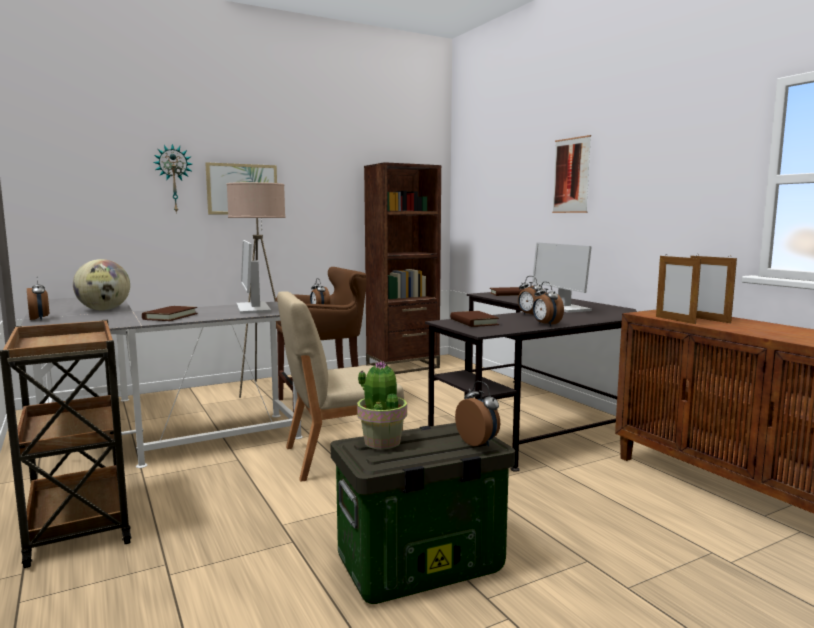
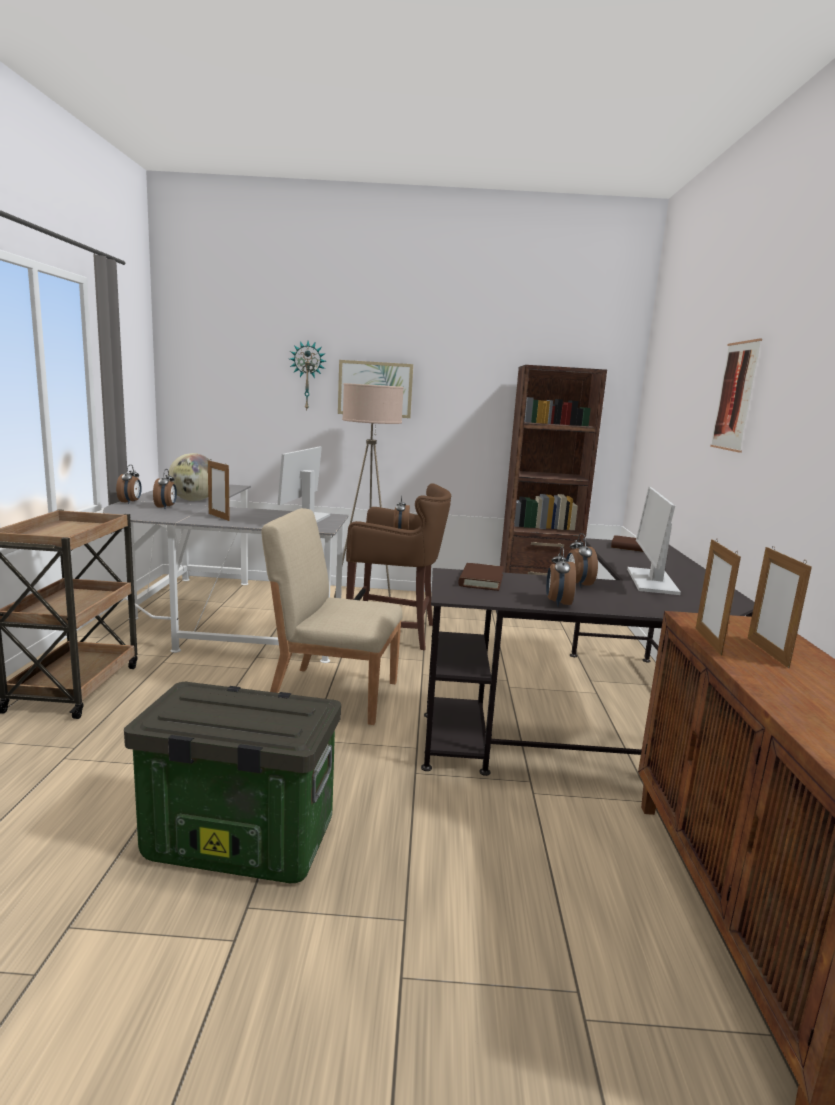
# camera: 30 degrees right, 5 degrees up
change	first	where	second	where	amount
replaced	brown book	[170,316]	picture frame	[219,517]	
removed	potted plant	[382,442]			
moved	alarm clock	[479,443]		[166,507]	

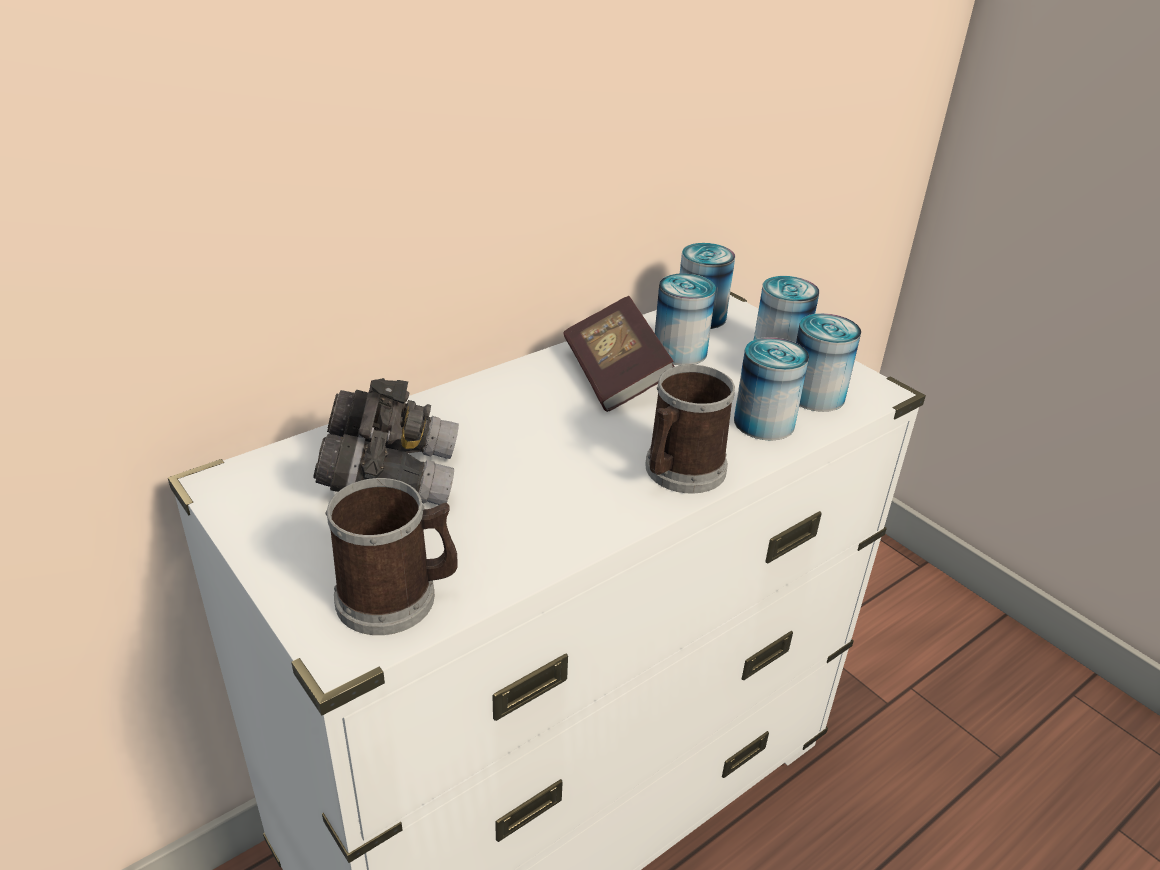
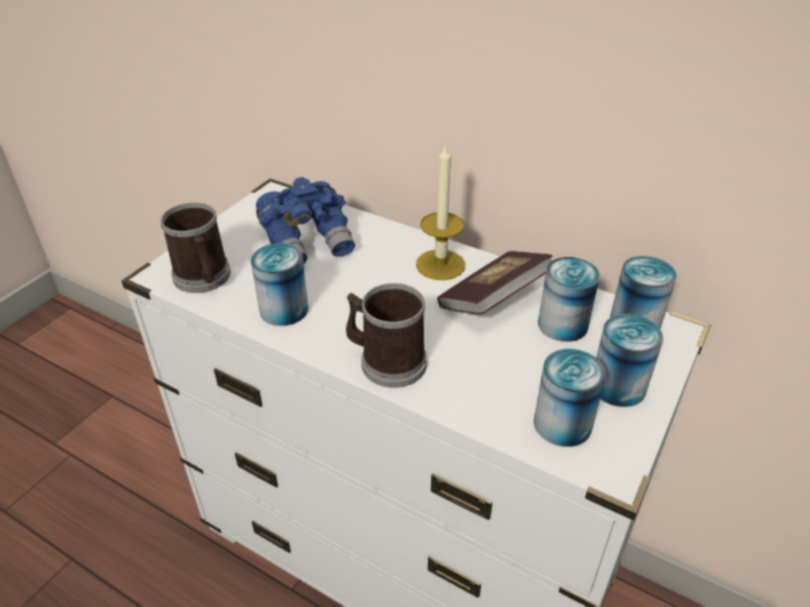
# camera: 70 degrees right, 5 degrees up
change	first	where	second	where	amount
recoloured	grey binoculars	[390,476]	blue binoculars	[309,242]	
moved	can	[764,422]		[284,309]	
added			candle	[440,264]	

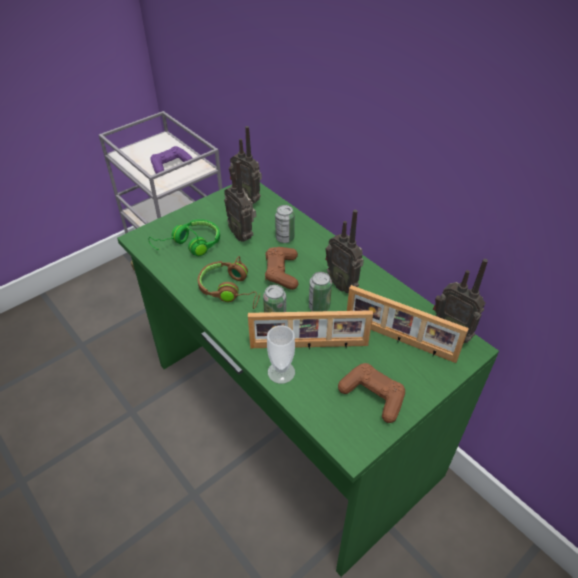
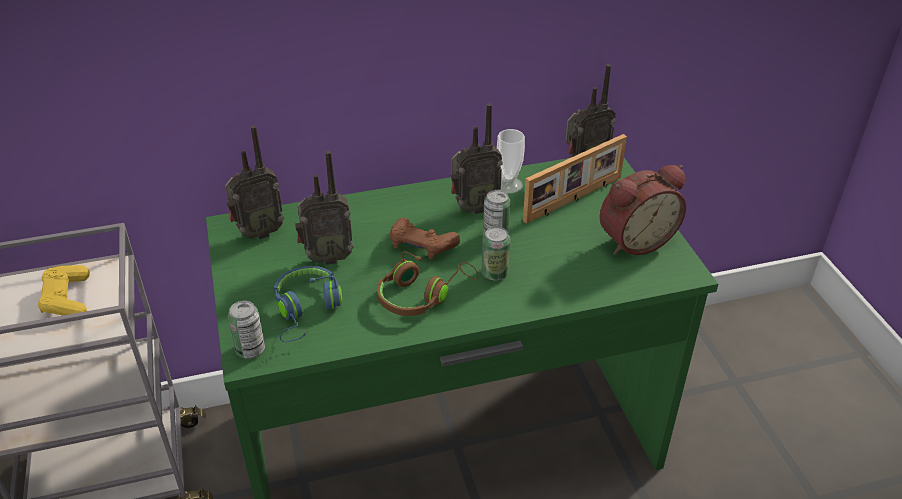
# camera: 65 degrees left, 5 degrees down
change	first	where	second	where	amount
recoloured	green headphones	[189,245]	blue headphones	[307,310]	
recoloured	purple game controller	[170,166]	yellow game controller	[67,299]	
removed	picture frame	[309,346]			
moved	cup	[281,372]		[508,185]	
moved	can	[285,238]		[250,349]	
replaced	brown game controller	[373,396]	alarm clock	[634,240]	

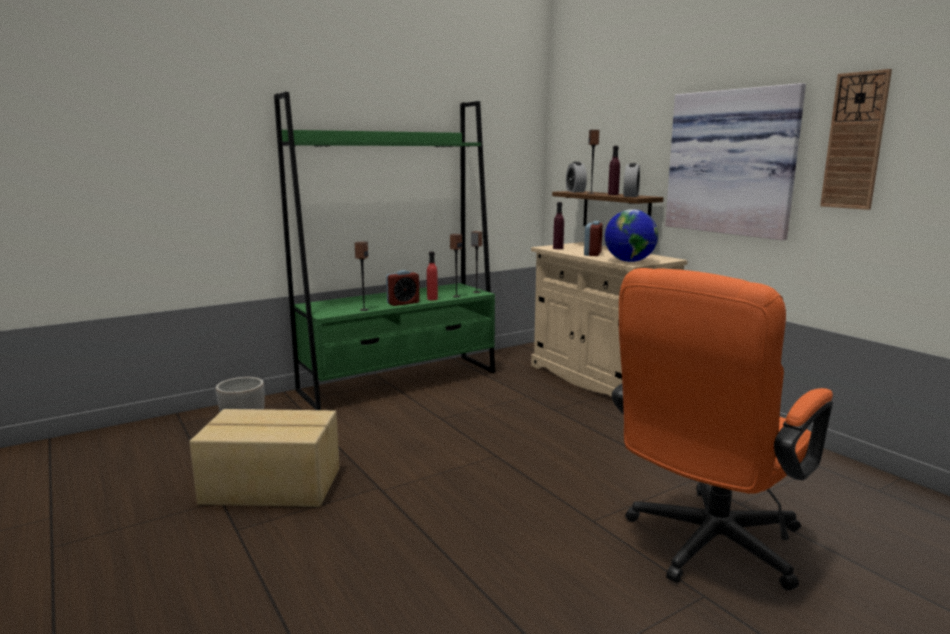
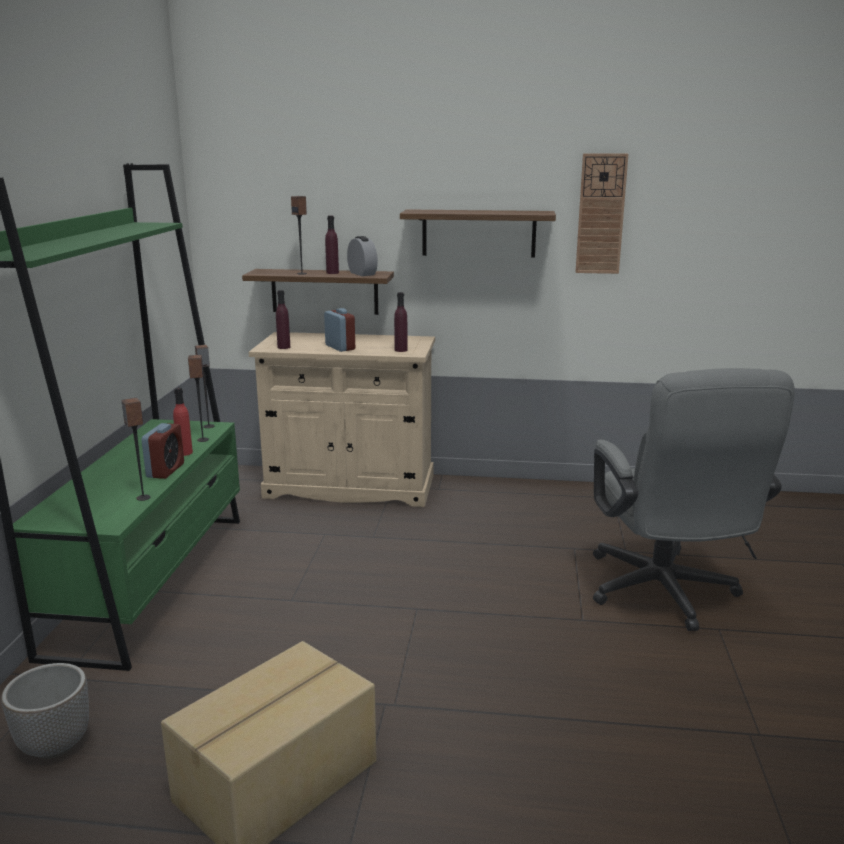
# camera: 50 degrees left, 5 degrees up
change	first	where	second	where	amount
removed	alarm clock	[575,191]			
replaced	globe	[629,261]	purple bottle	[401,350]	
recoloured	orange office chair	[706,547]	grey office chair	[665,595]	
replaced	picture	[733,162]	shelf	[478,233]	

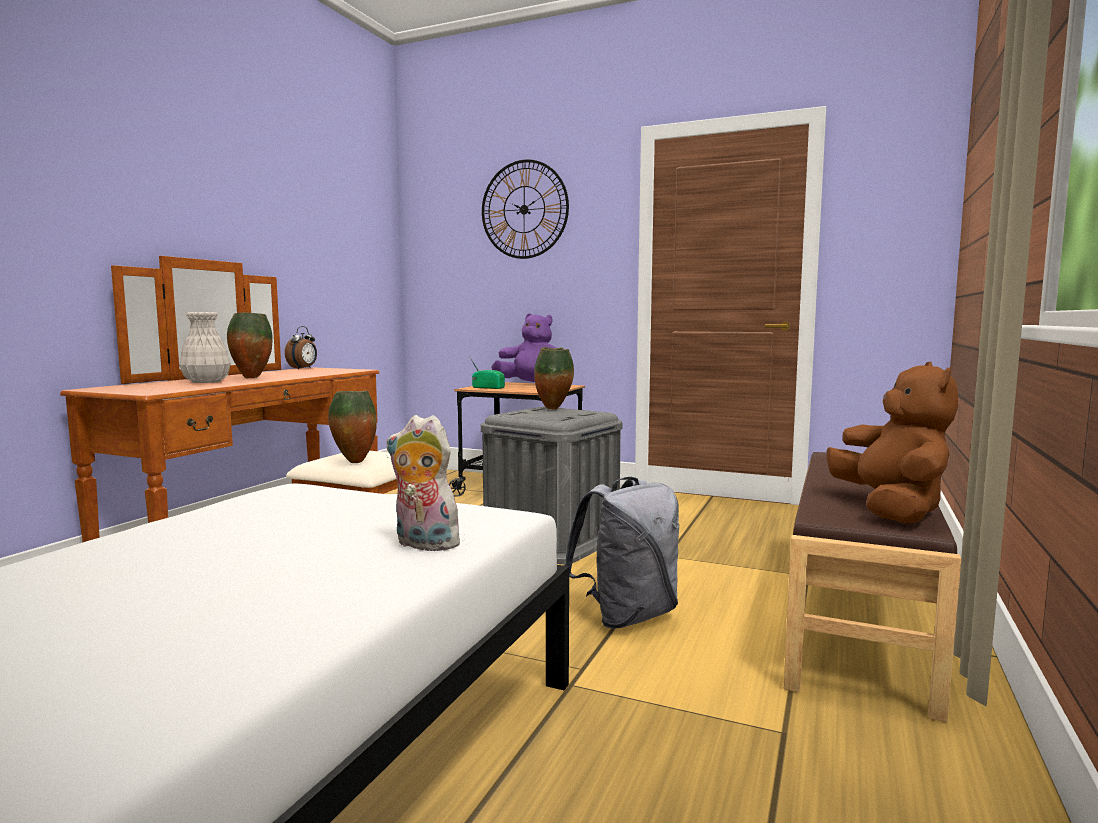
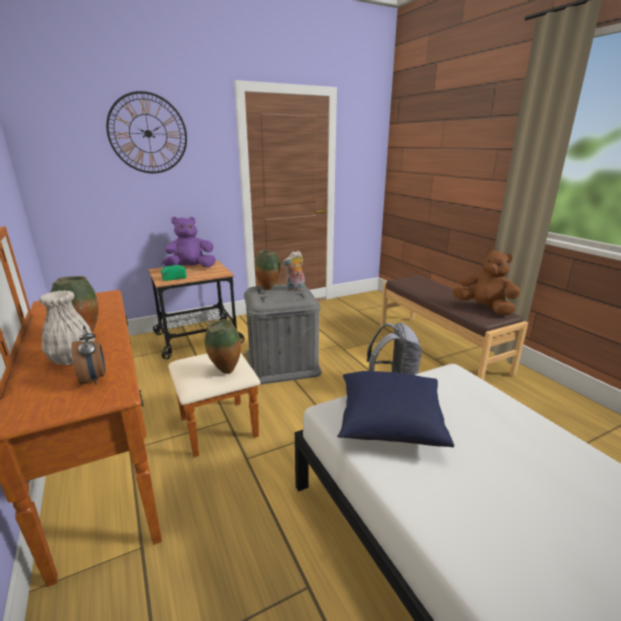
# camera: 50 degrees left, 15 degrees up
change	first	where	second	where	amount
moved	alarm clock	[303,368]		[94,379]	
moved	plush toy	[423,544]		[295,289]	
added			blue pillow	[389,423]	

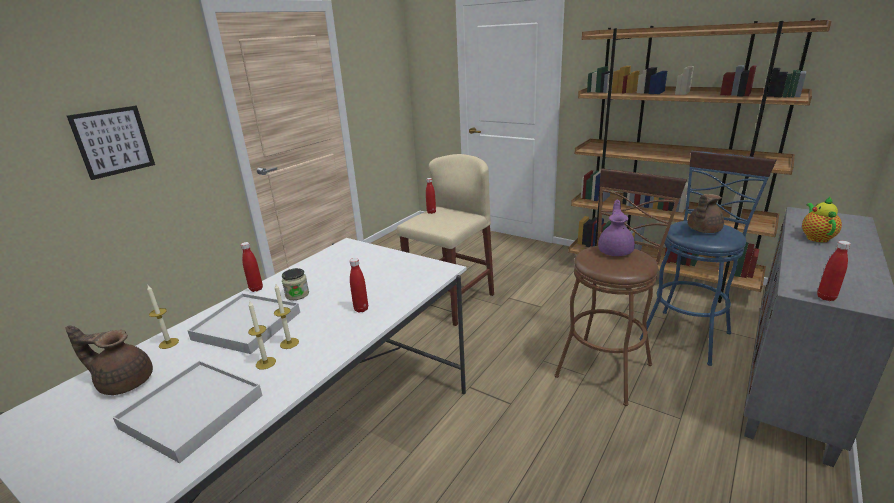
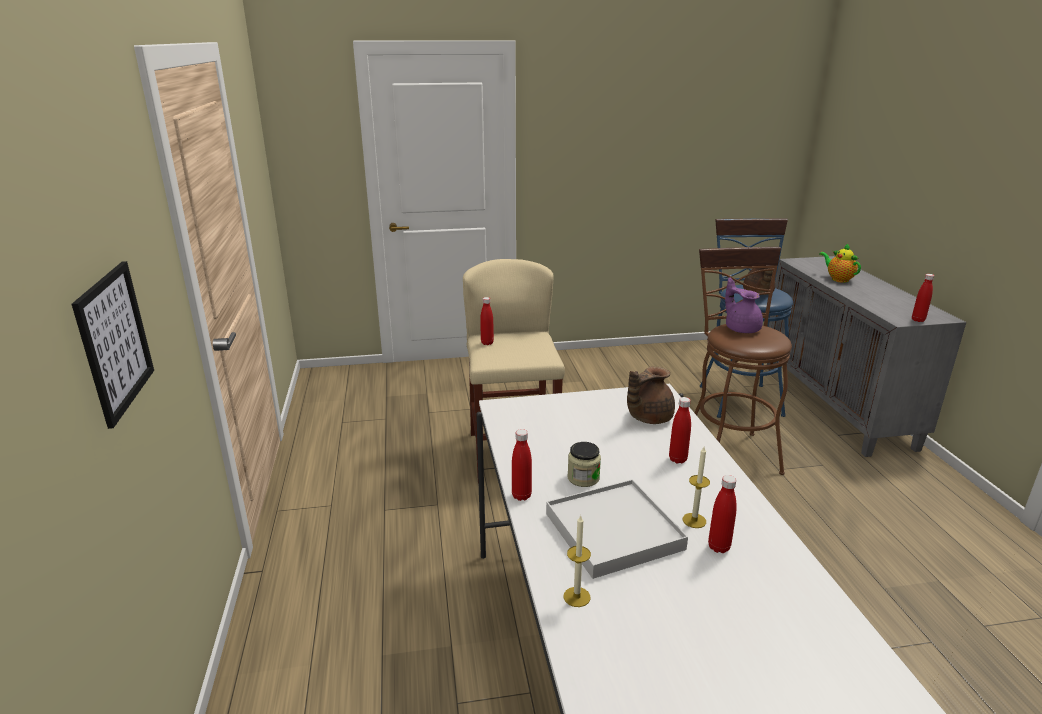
# camera: 45 degrees left, 0 degrees up
change	first	where	second	where	amount
moved	brown teapot	[124,382]		[648,417]	
removed	white tray	[192,411]			
replaced	candle	[265,363]	red bottle	[719,547]	
removed	brown bookcase	[658,277]			

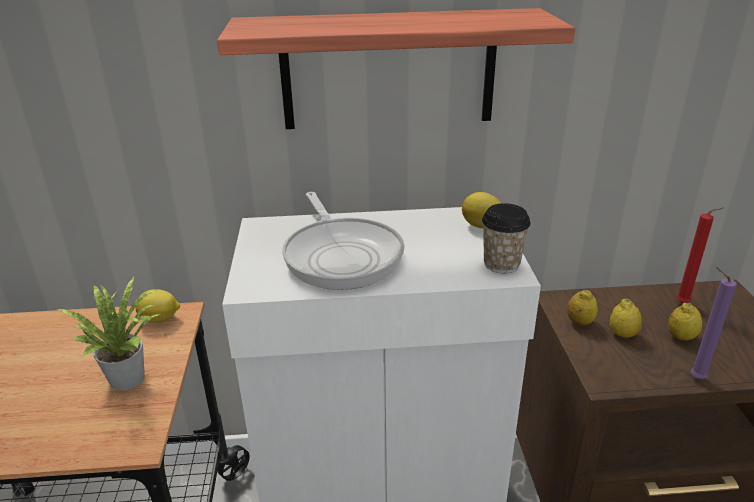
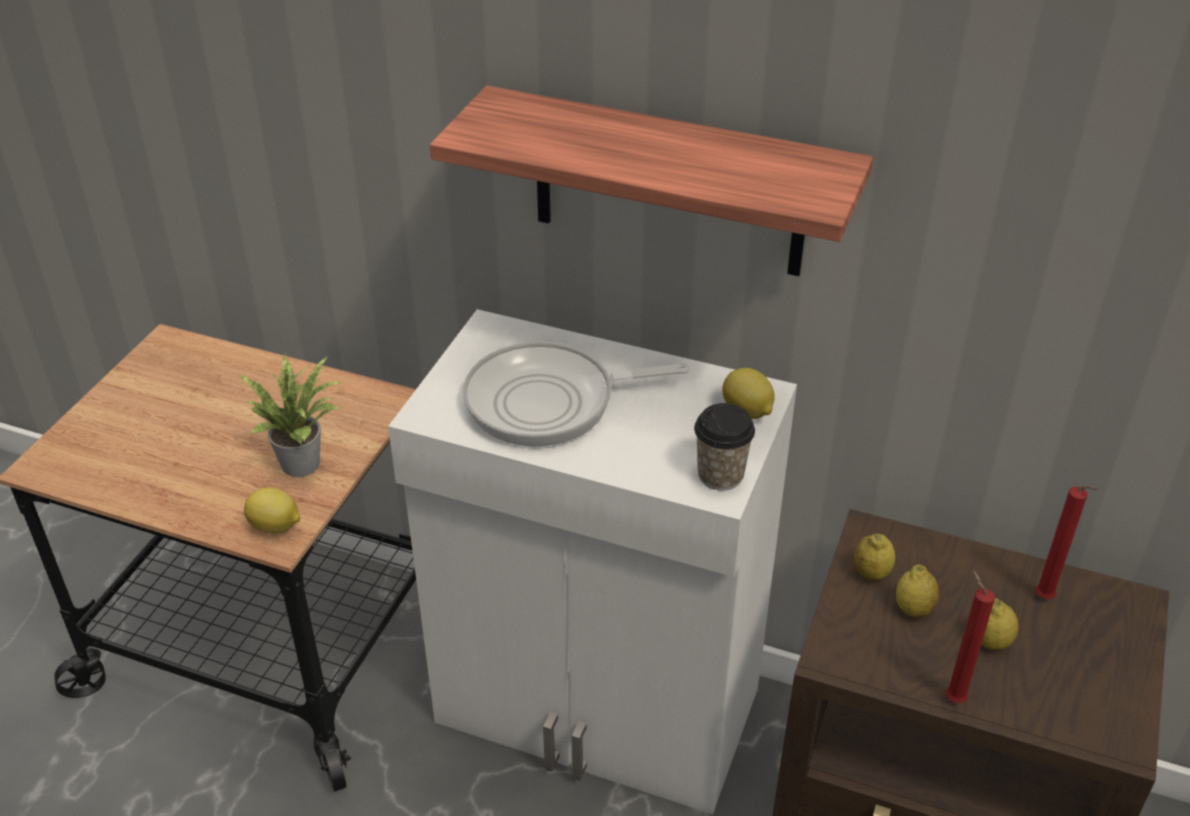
# camera: 25 degrees right, 10 degrees up
change	first	where	second	where	amount
moved	lemon	[161,319]		[276,527]	
turned	frying pan	[342,255]		[549,402]	75 degrees clockwise
recoloured	purple candle	[694,377]	red candle	[952,697]	

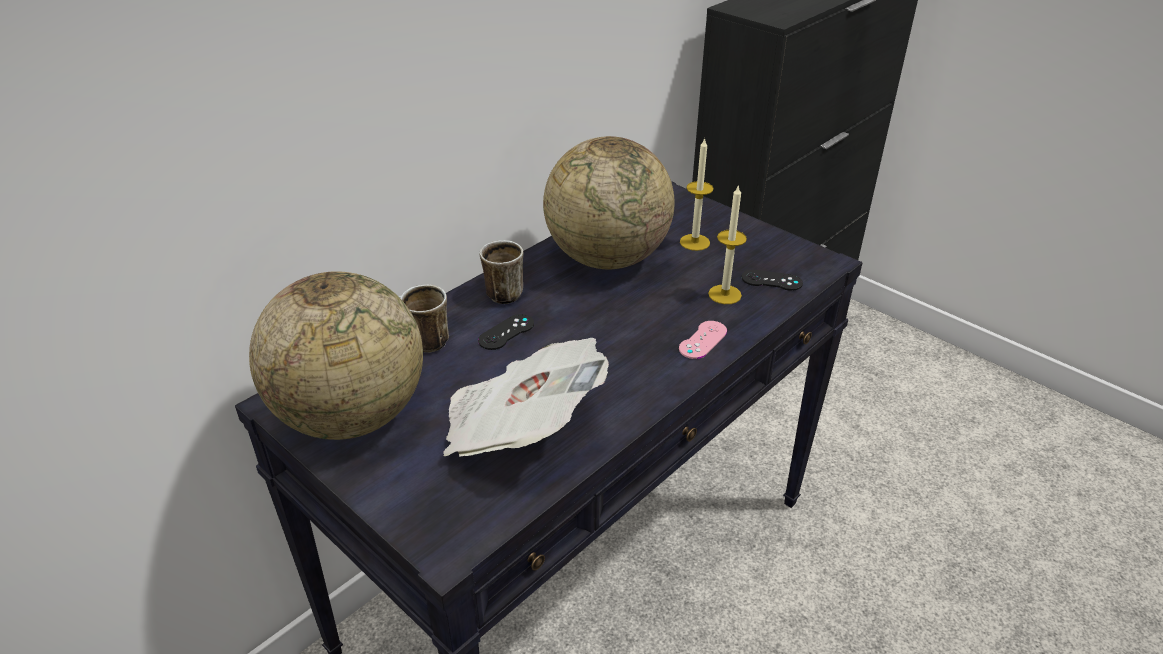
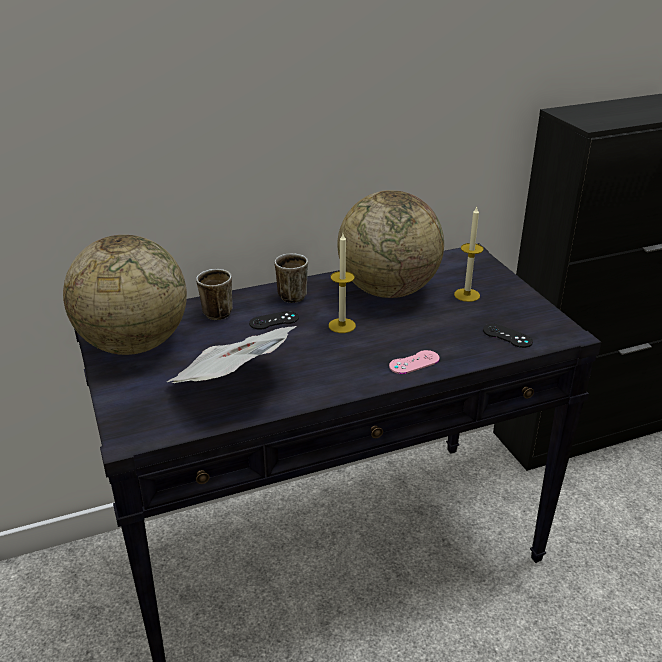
# camera: 25 degrees right, 5 degrees down
change	first	where	second	where	amount
moved	candle	[724,294]		[342,325]	

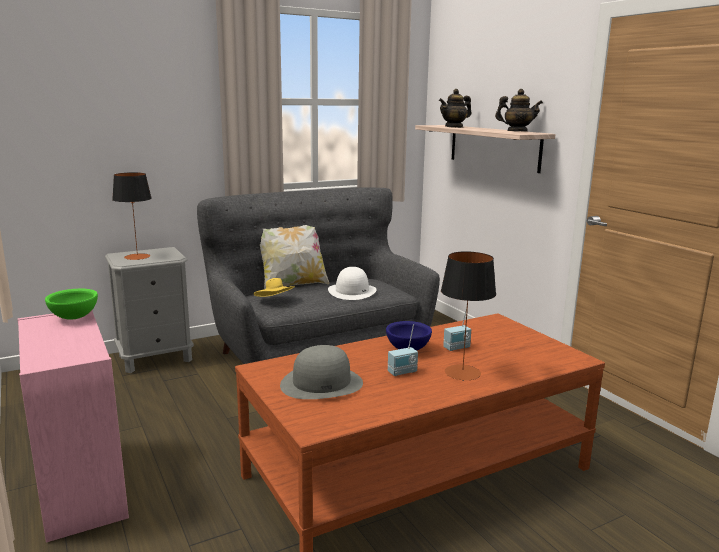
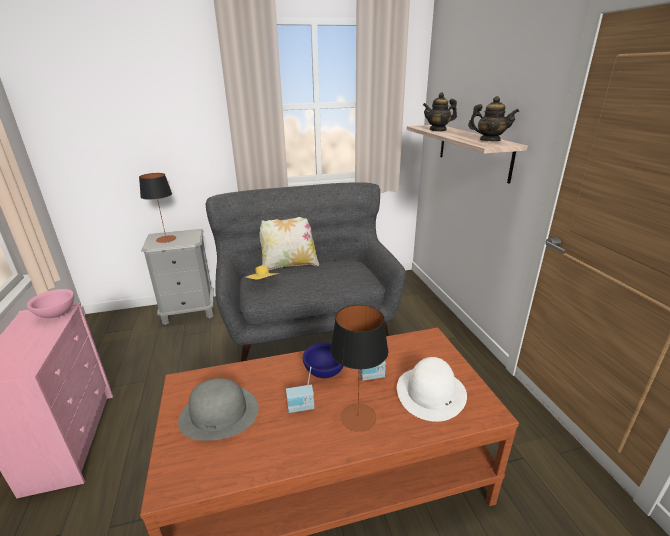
# camera: 15 degrees right, 10 degrees up
change	first	where	second	where	amount
recoloured	green bowl	[73,317]	pink bowl	[56,314]	
moved	white hat	[352,291]		[431,392]	

